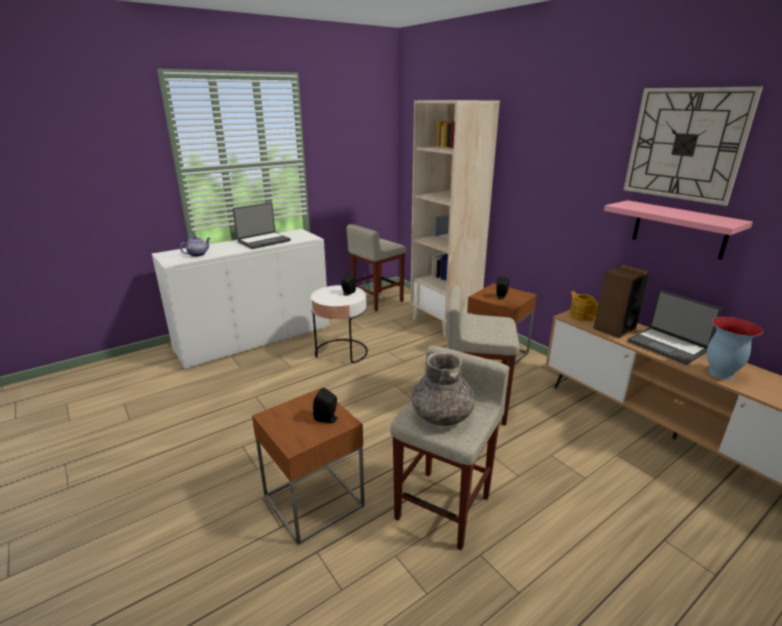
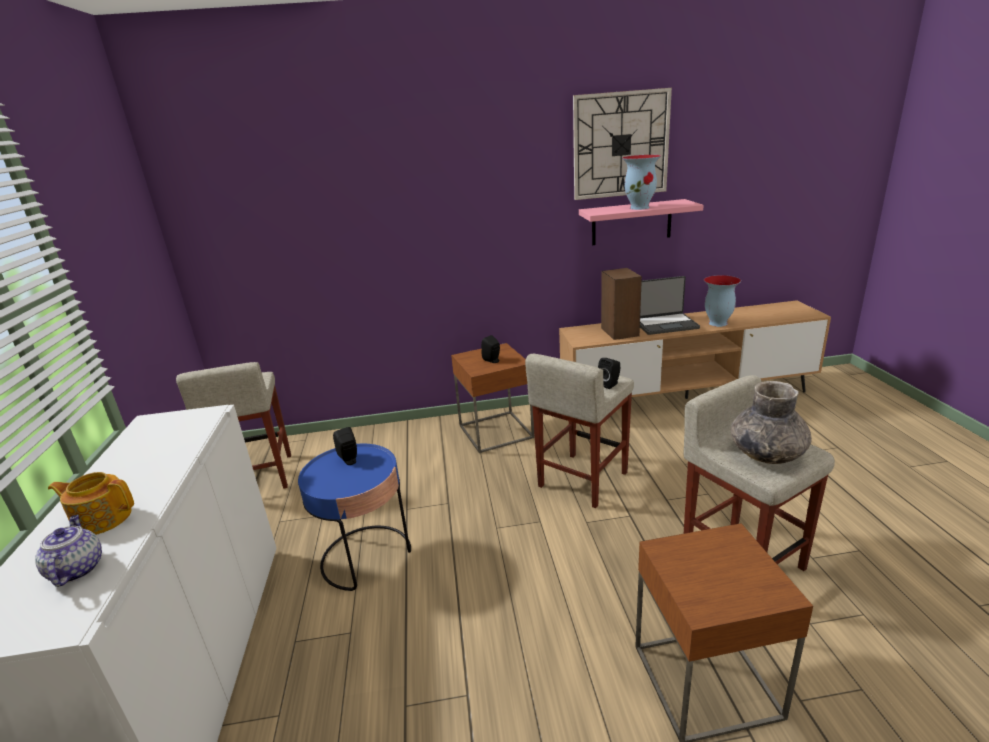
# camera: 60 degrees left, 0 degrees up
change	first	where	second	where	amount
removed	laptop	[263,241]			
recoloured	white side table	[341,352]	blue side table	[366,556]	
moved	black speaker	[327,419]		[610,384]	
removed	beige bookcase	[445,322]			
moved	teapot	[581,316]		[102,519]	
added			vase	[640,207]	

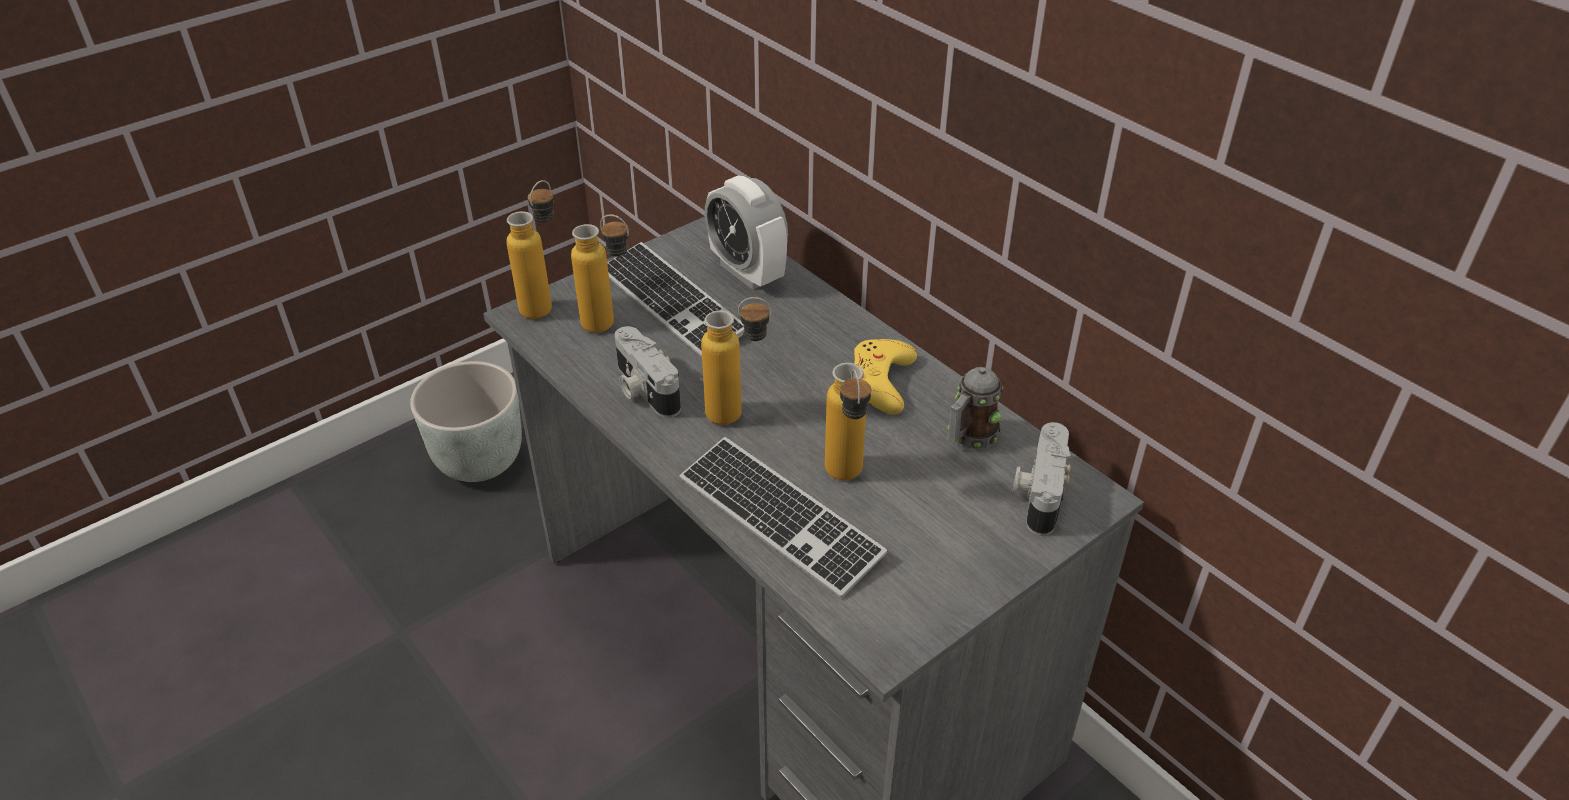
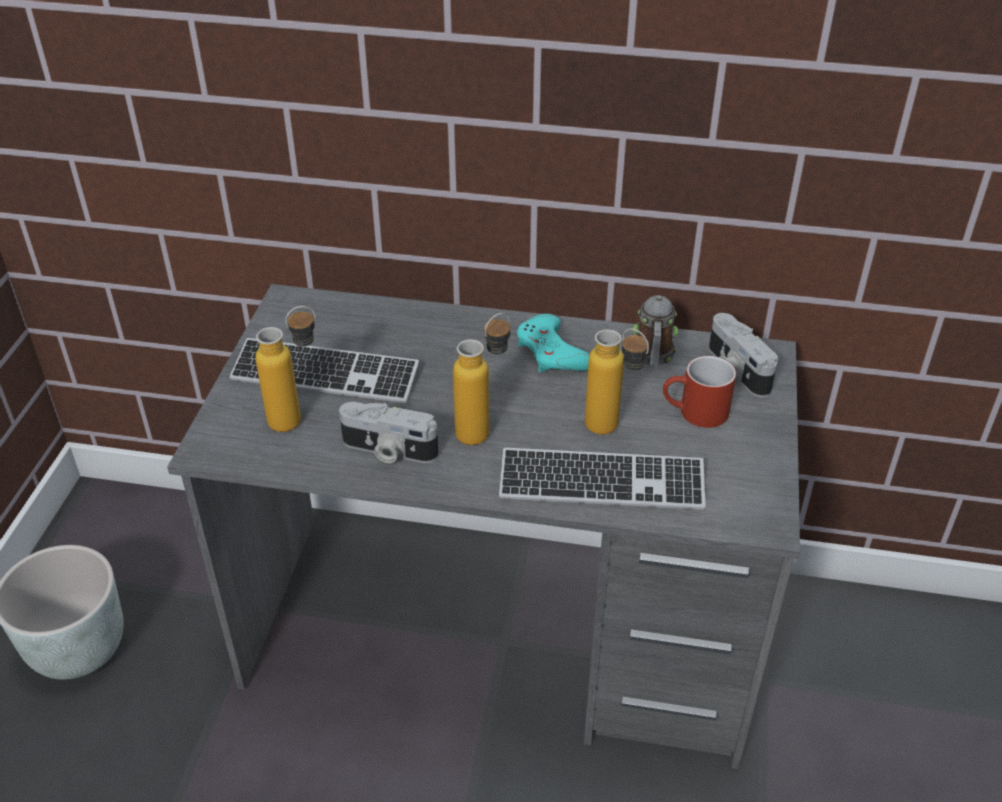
# camera: 40 degrees left, 0 degrees up
change	first	where	second	where	amount
removed	bottle	[545,303]			
removed	alarm clock	[747,272]			
recoloured	yellow game controller	[879,382]	turquoise game controller	[552,352]	
added			red mug	[694,413]	

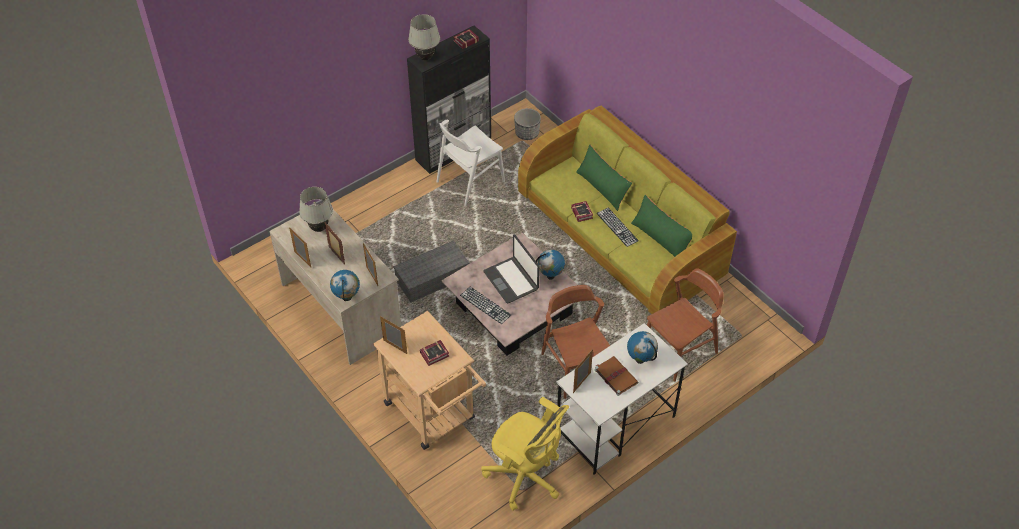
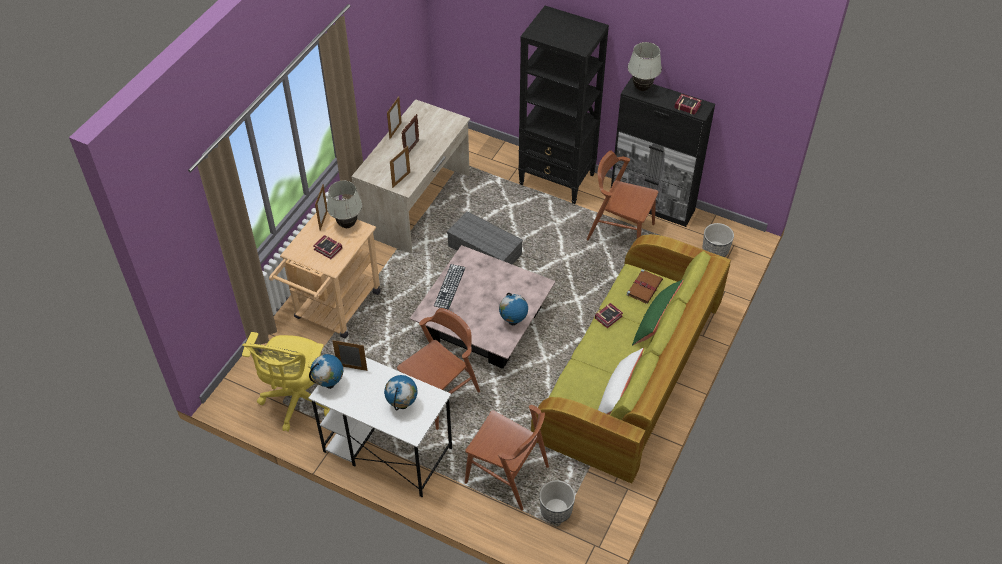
# camera: 65 degrees right, 0 degrees up
change	first	where	second	where	amount
moved	white table lamp	[319,228]		[347,224]	
moved	globe	[347,297]		[329,384]	
recoloured	white chair	[470,181]	brown chair	[620,232]	
removed	laptop	[511,280]			
moved	brown book	[615,376]		[644,287]	
removed	keyboard	[617,227]			
recoloured	green pillow	[660,238]	white pillow	[617,394]	
added			black bookcase	[557,180]	
added			planter	[556,510]	

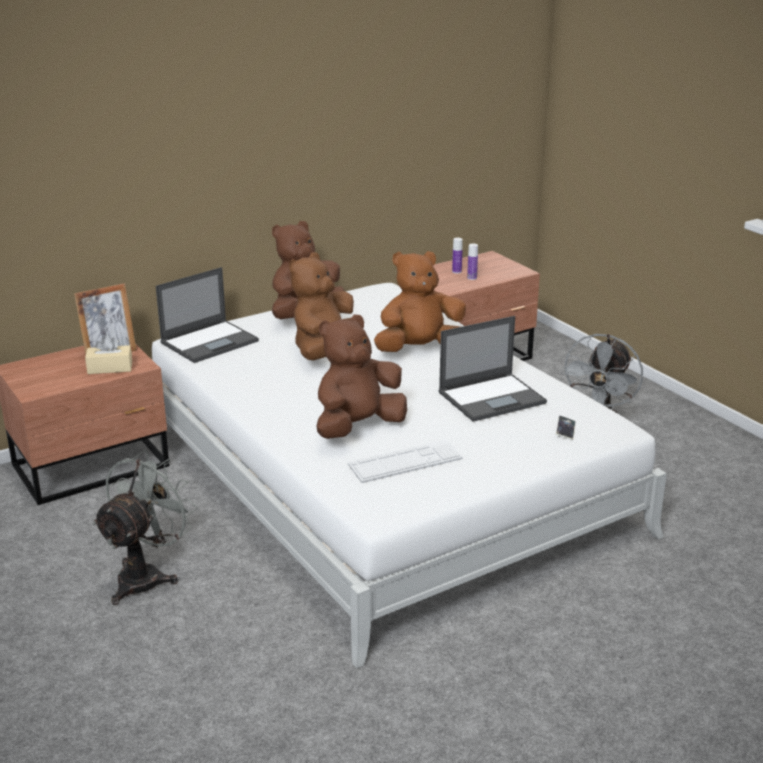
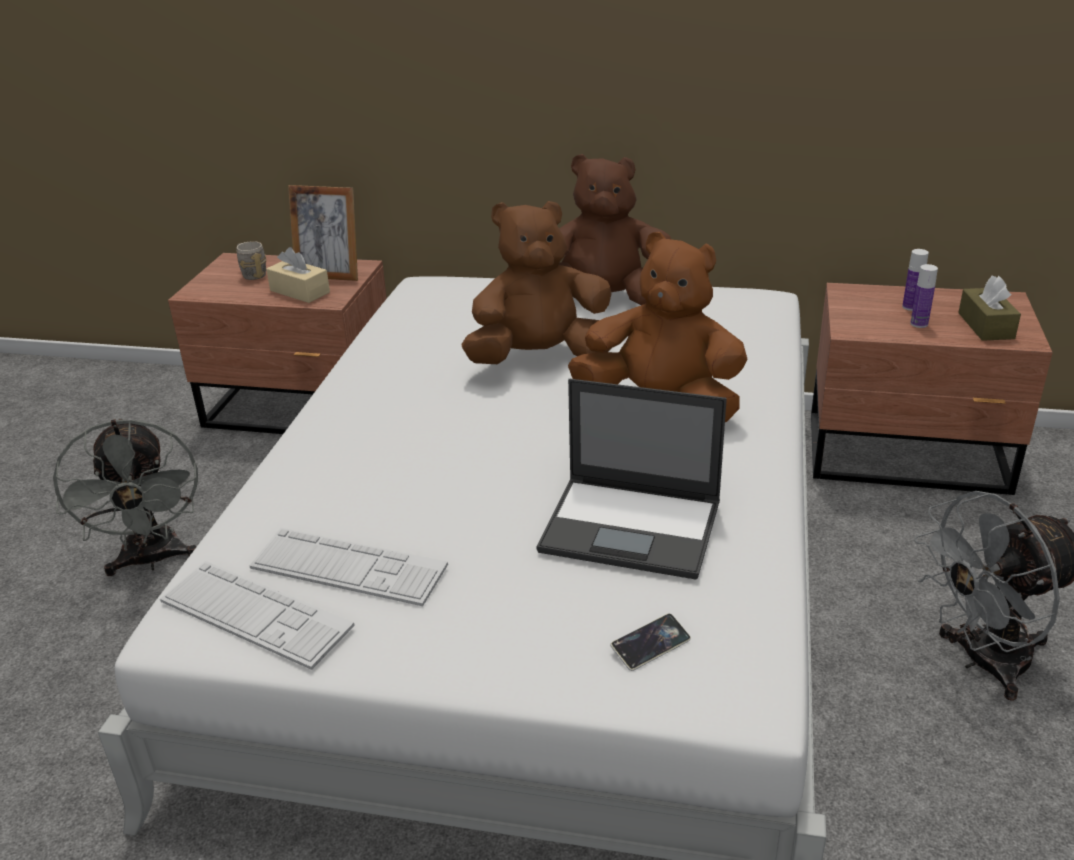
# camera: 45 degrees right, 5 degrees up
change	first	where	second	where	amount
turned	grey fan	[146,576]		[152,560]	90 degrees clockwise
removed	laptop	[210,341]			
removed	brown plush toy	[358,427]			
added			keyboard	[255,615]	
added			grey mug	[252,274]	
added			brown tissue box	[986,326]	

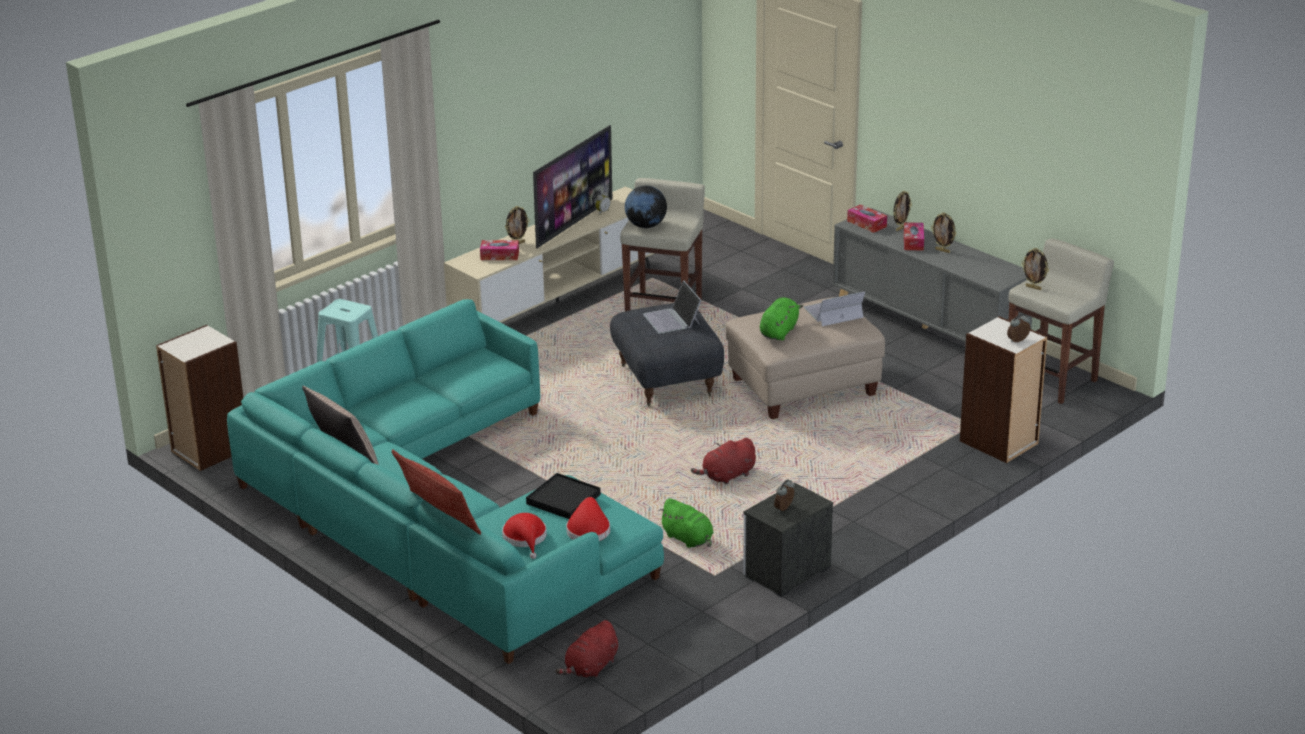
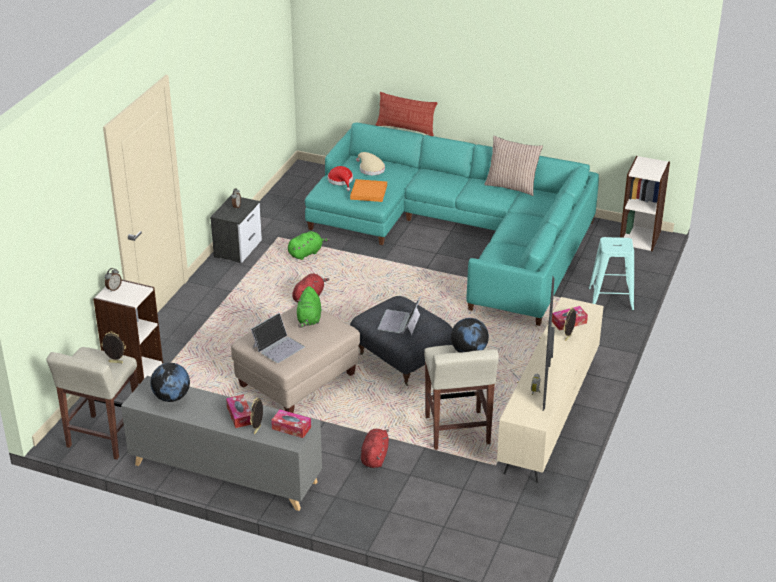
# camera: 155 degrees right, 5 degrees up
change	first	where	second	where	amount
recoloured	red hat	[525,538]	beige hat	[370,169]	
recoloured	black tray	[563,499]	orange tray	[368,192]	
moved	red plush toy	[591,668]		[374,457]	
turned	laptop	[672,320]		[399,322]	120 degrees counterclockwise
turned	green plush toy	[688,539]		[306,253]	120 degrees clockwise
removed	picture frame	[942,250]			
added			globe	[171,397]	

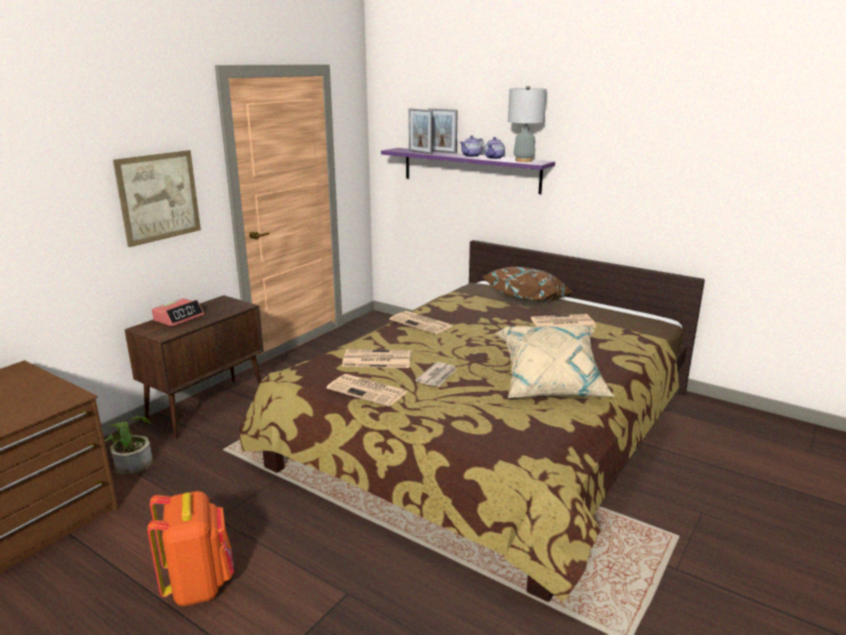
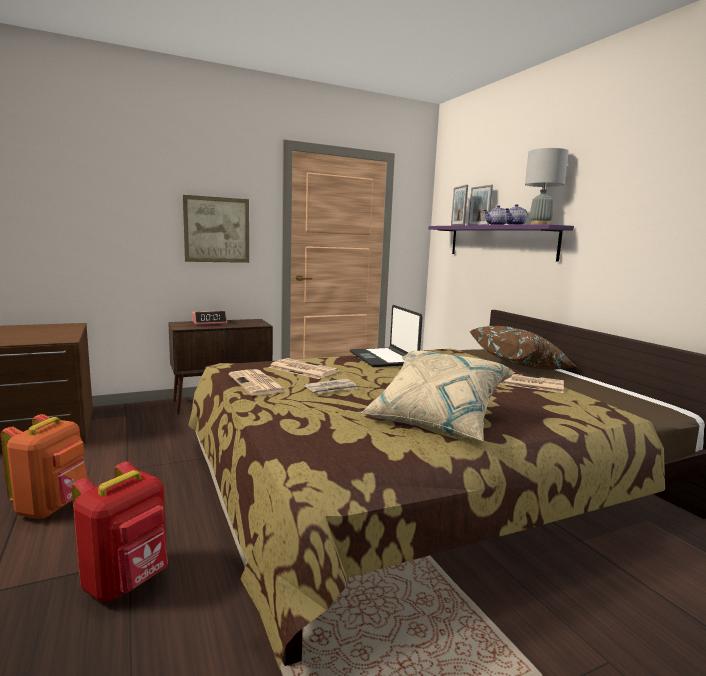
# camera: 30 degrees right, 10 degrees down
change	first	where	second	where	amount
removed	potted plant	[132,461]			
replaced	newspaper	[422,323]	laptop	[384,358]	
added			red backpack	[127,582]	

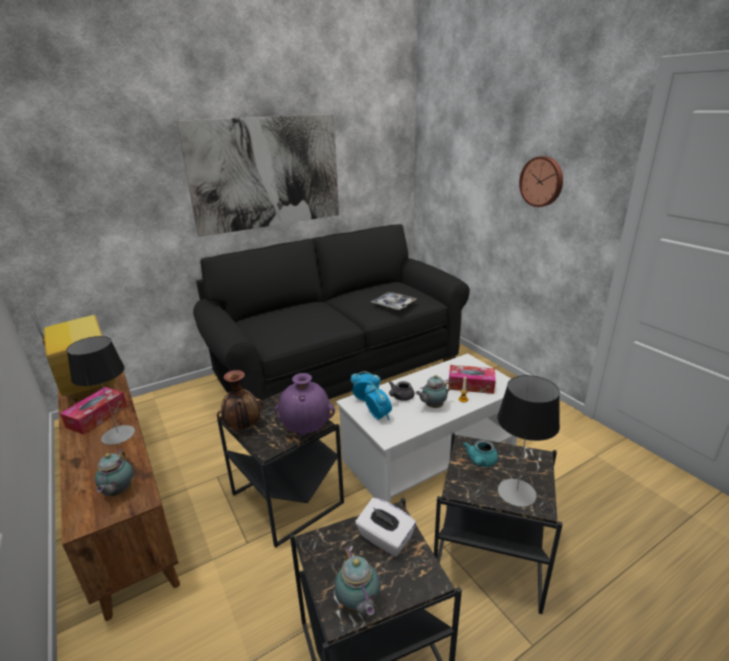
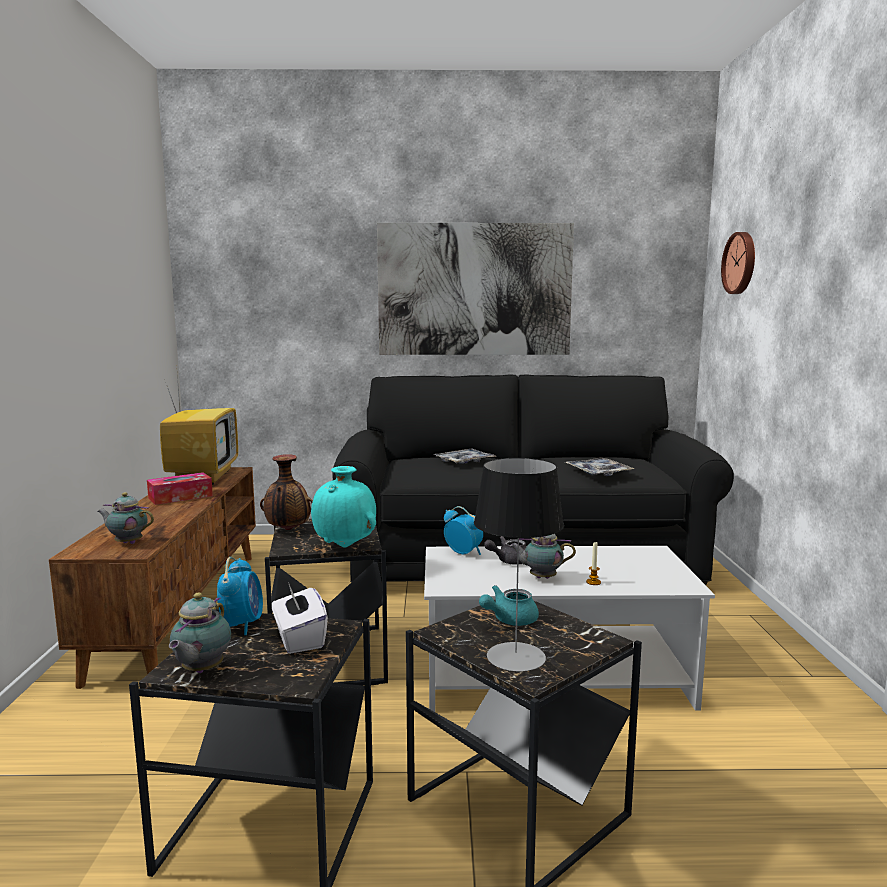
# camera: 30 degrees right, 15 degrees down
change	first	where	second	where	amount
removed	table lamp	[118,435]			
turned	teapot	[118,492]		[127,543]	75 degrees clockwise
recoloured	purple vase	[307,430]	turquoise vase	[345,546]	
moved	alarm clock	[378,416]		[242,625]	
removed	tissue box	[471,385]			
moved	wall clock	[542,181]		[741,263]	
added			tray	[464,462]	

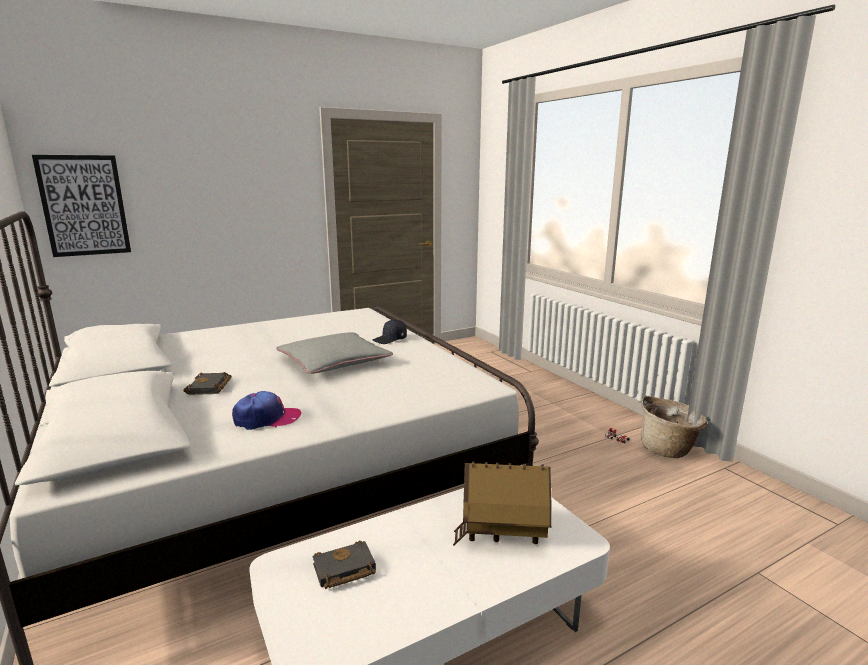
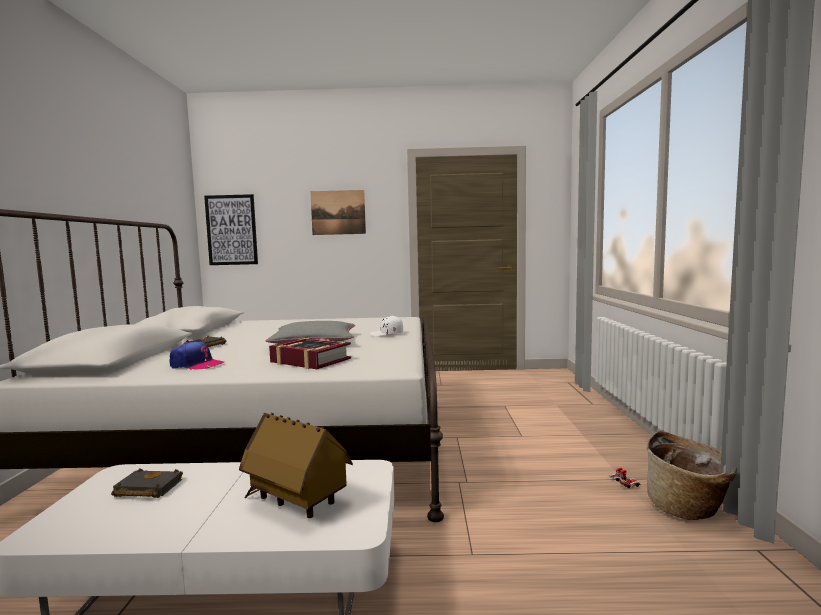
# camera: 30 degrees right, 10 degrees down
change	first	where	second	where	amount
recoloured	black cap	[390,339]	white cap	[387,334]	
added			book	[310,360]	
added			picture	[338,212]	

